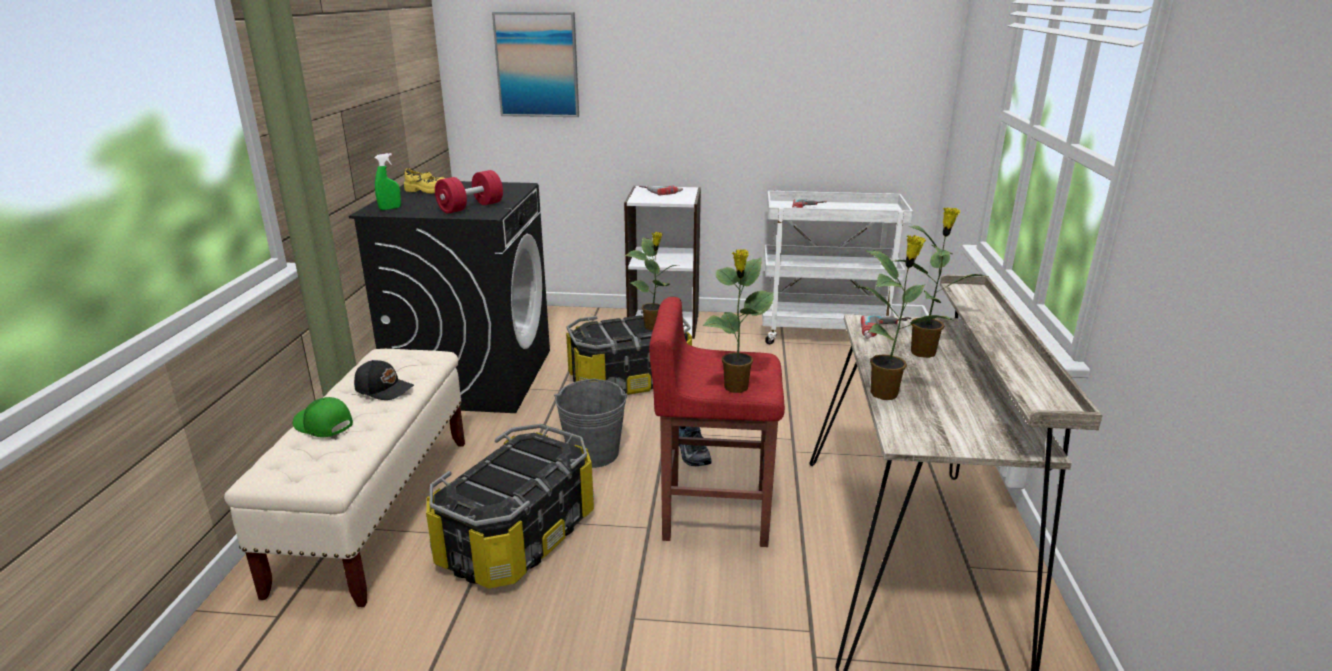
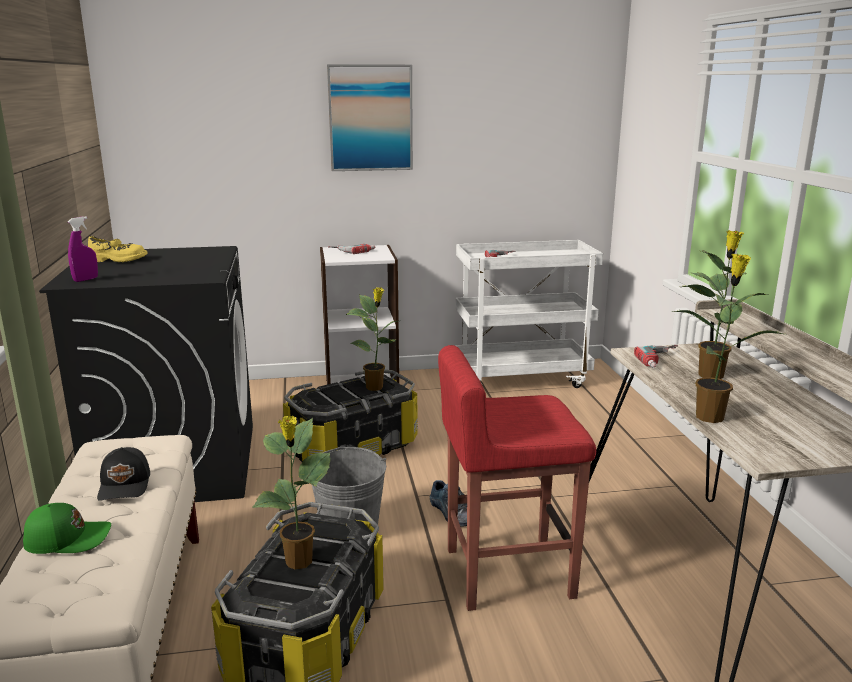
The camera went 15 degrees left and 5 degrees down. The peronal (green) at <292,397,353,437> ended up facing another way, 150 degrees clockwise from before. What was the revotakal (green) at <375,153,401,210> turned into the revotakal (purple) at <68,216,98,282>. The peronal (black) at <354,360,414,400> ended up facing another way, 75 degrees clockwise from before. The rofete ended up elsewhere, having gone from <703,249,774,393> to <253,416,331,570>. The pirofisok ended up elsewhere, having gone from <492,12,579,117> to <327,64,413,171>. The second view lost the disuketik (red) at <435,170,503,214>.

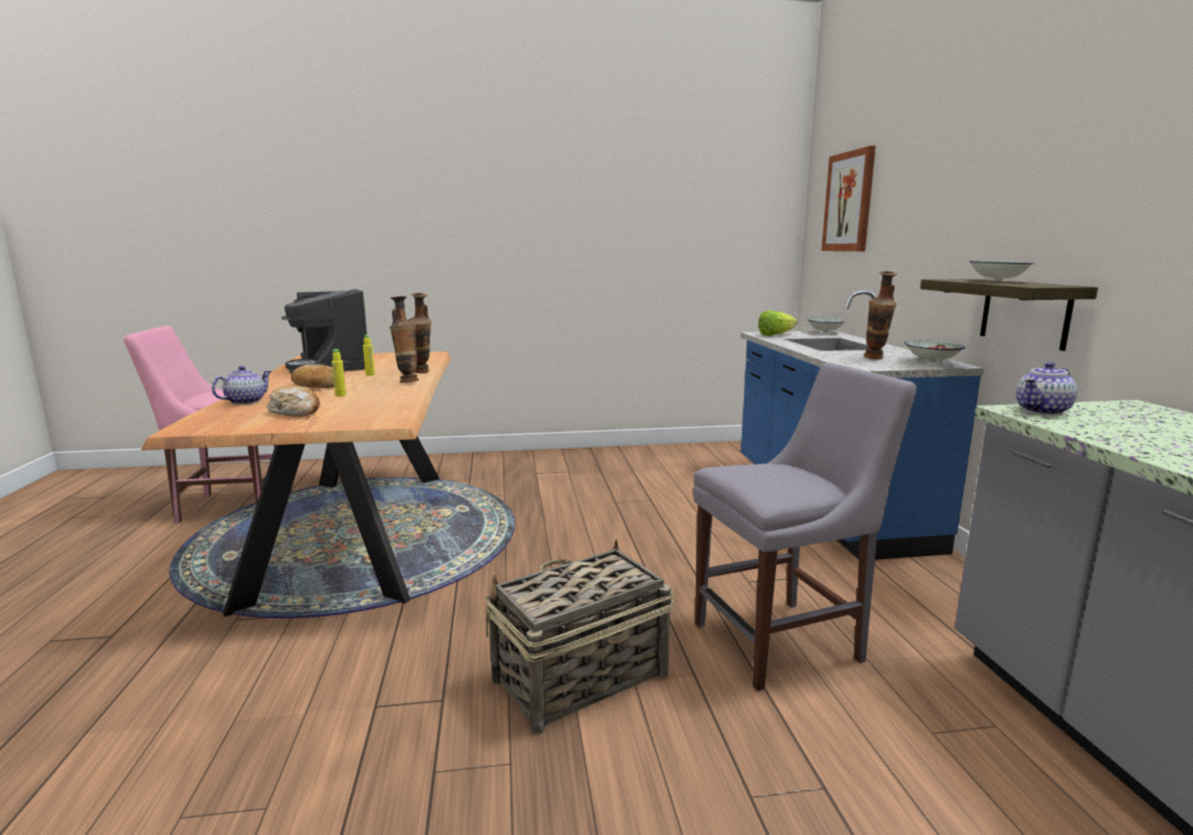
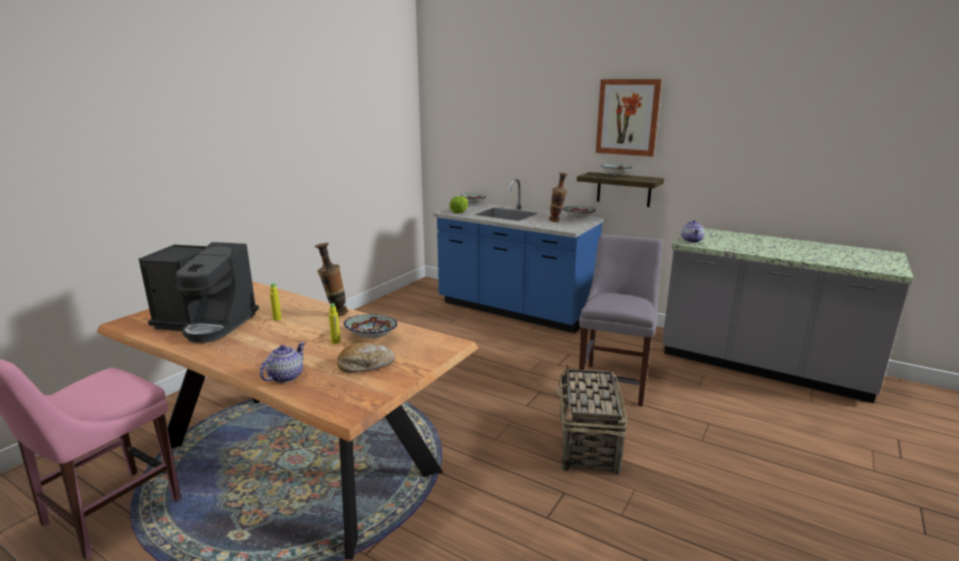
The camera went 50 degrees left and 5 degrees up. The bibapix at <212,366,272,405> ended up facing another way, 45 degrees clockwise from before. The second view gained the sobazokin at <344,314,397,338>. The pirofisok ended up elsewhere, having gone from <821,146,876,251> to <596,79,662,157>. The second view lost the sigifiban at <291,364,334,388>. The second view lost the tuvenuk at <407,293,432,373>.

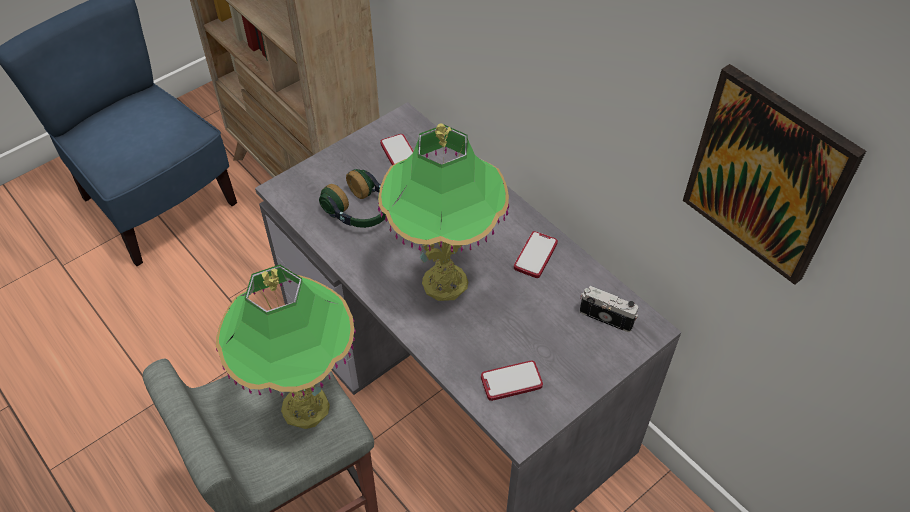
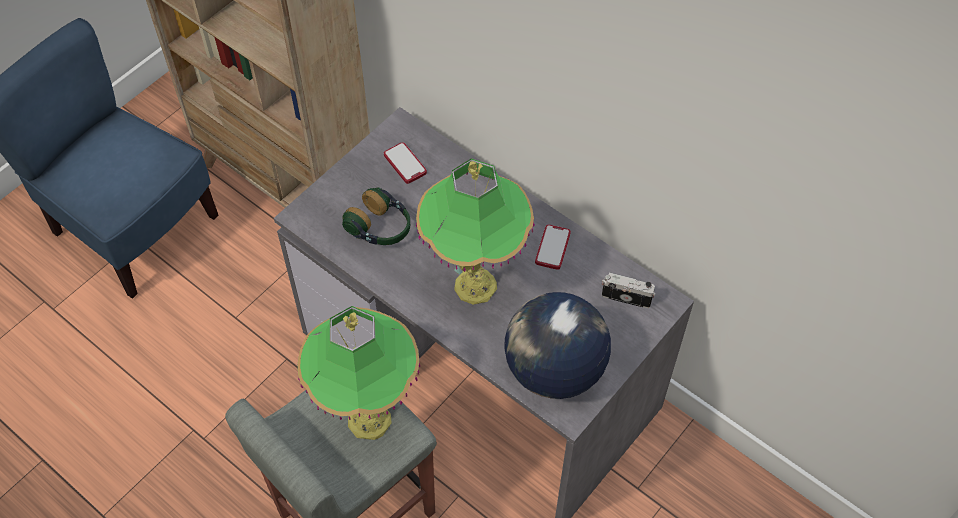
The camera went 10 degrees left and 5 degrees up. Where the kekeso stood at <481,361,543,401>, the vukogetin came to stand at <504,292,611,399>. The second view lost the pirofisok at <683,64,866,285>.

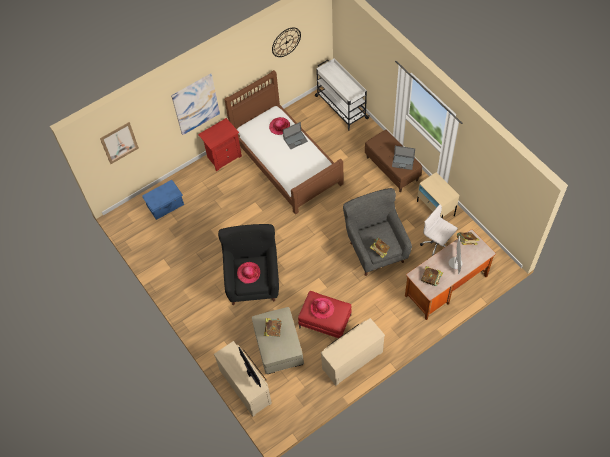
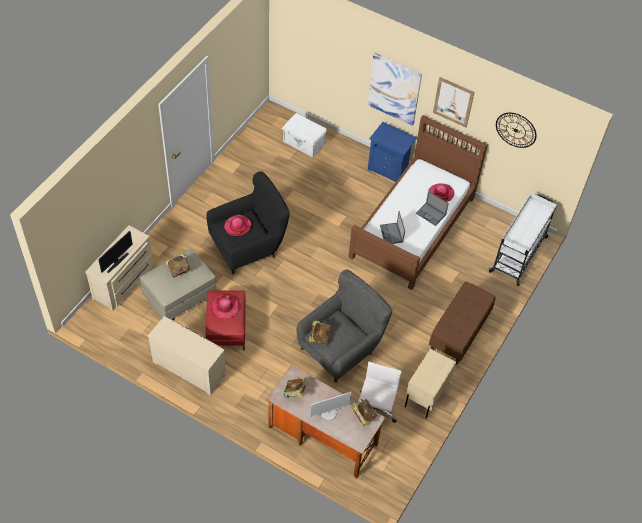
The camera went 60 degrees right and 5 degrees down. What was the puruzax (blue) at <142,180,184,220> turned into the puruzax (white) at <281,113,327,158>. What was the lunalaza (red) at <198,118,242,171> turned into the lunalaza (blue) at <368,122,417,182>. The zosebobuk ended up elsewhere, having gone from <392,146,415,170> to <380,211,405,244>. The pirofisok ended up elsewhere, having gone from <100,122,139,164> to <433,77,475,127>.

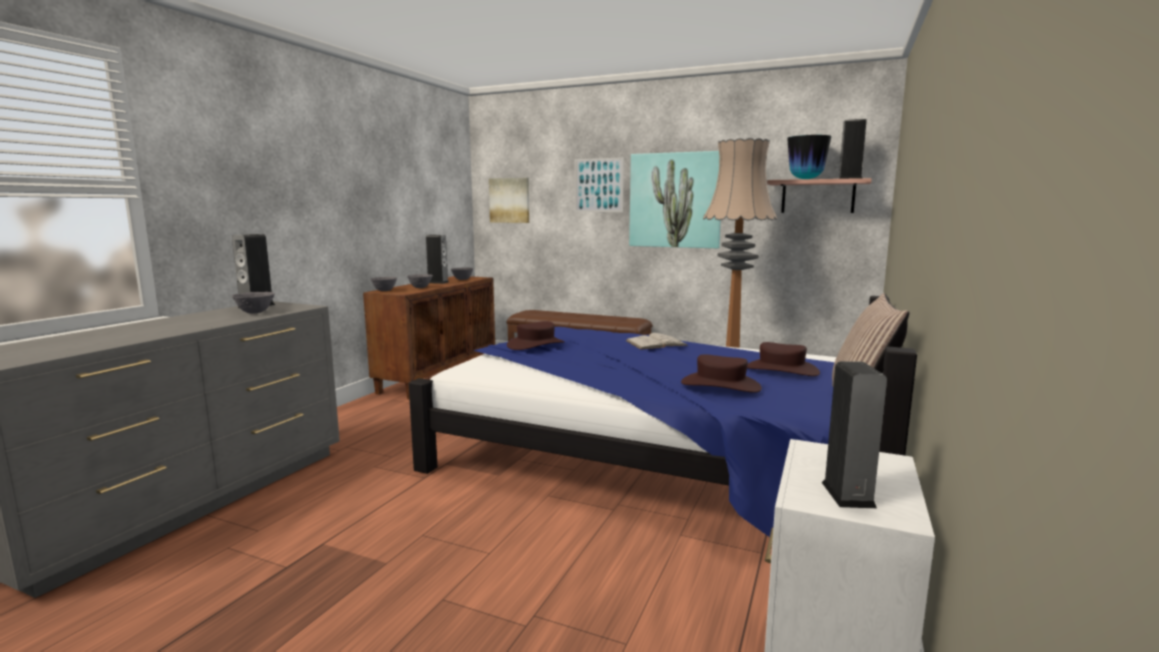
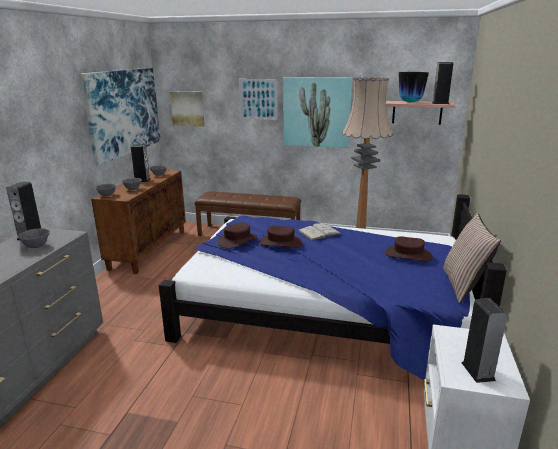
The camera went 10 degrees left and 10 degrees up. The second view gained the pirofisok at <80,68,161,165>. The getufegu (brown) ended up elsewhere, having gone from <681,354,762,393> to <259,226,303,248>.

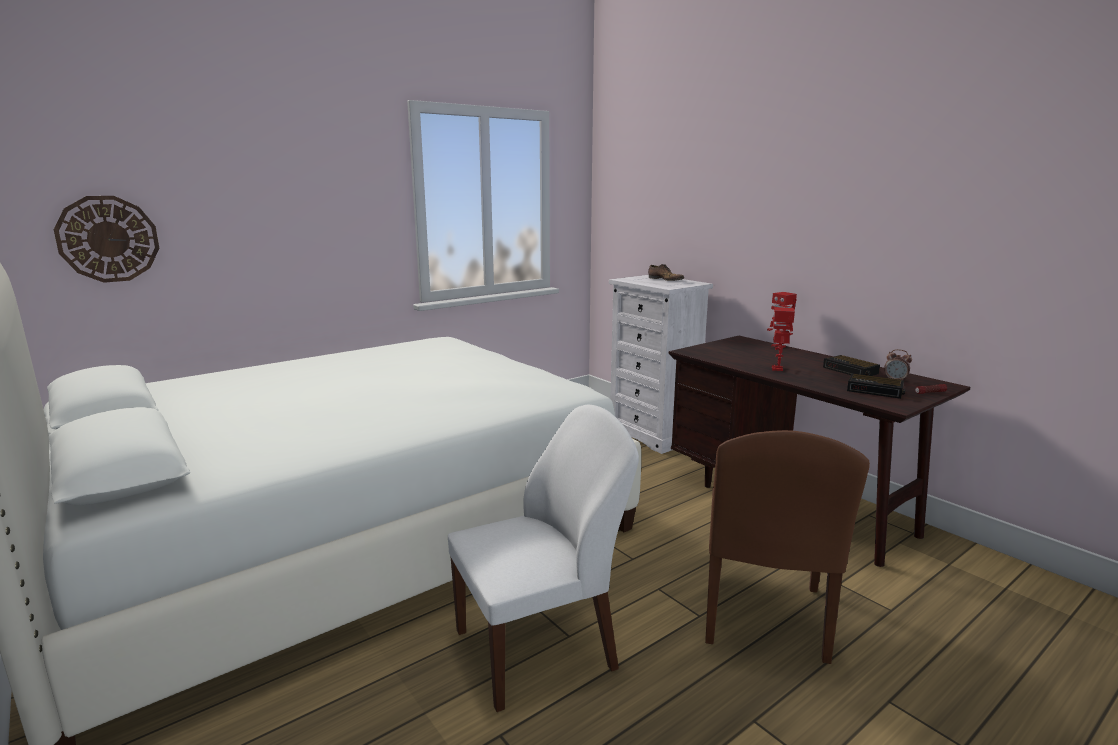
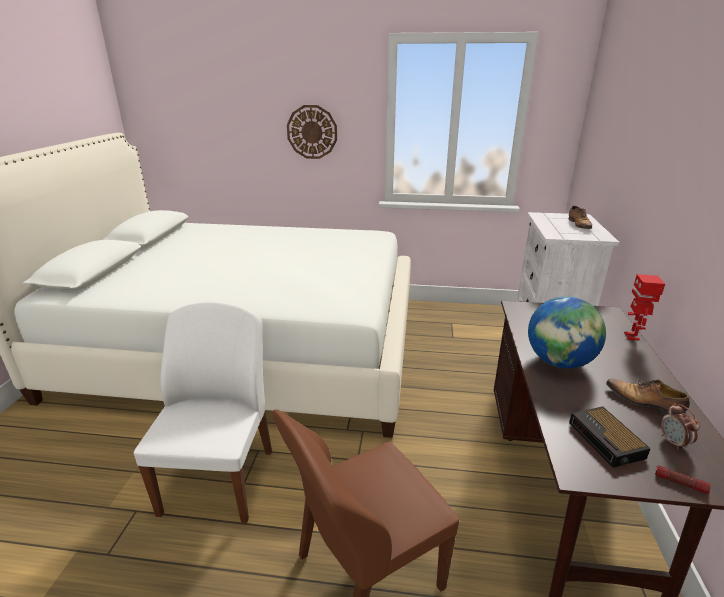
The camera went 45 degrees right and 10 degrees up. The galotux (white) at <448,405,639,712> ended up facing another way, 105 degrees counterclockwise from before. The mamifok ended up elsewhere, having gone from <54,196,159,283> to <287,105,337,159>. Where the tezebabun stood at <772,307,795,371>, the vukogetin came to stand at <528,296,606,368>. Where the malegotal stood at <823,355,880,376>, the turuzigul came to stand at <606,379,690,415>.

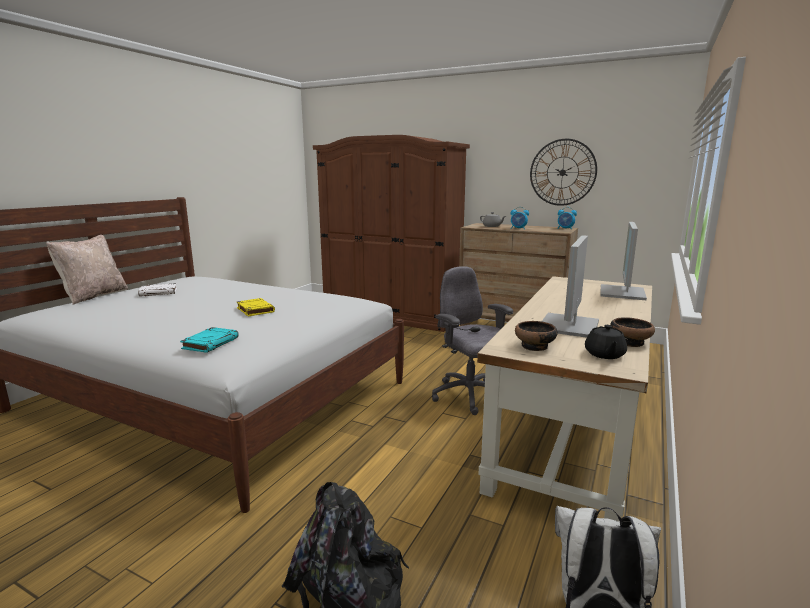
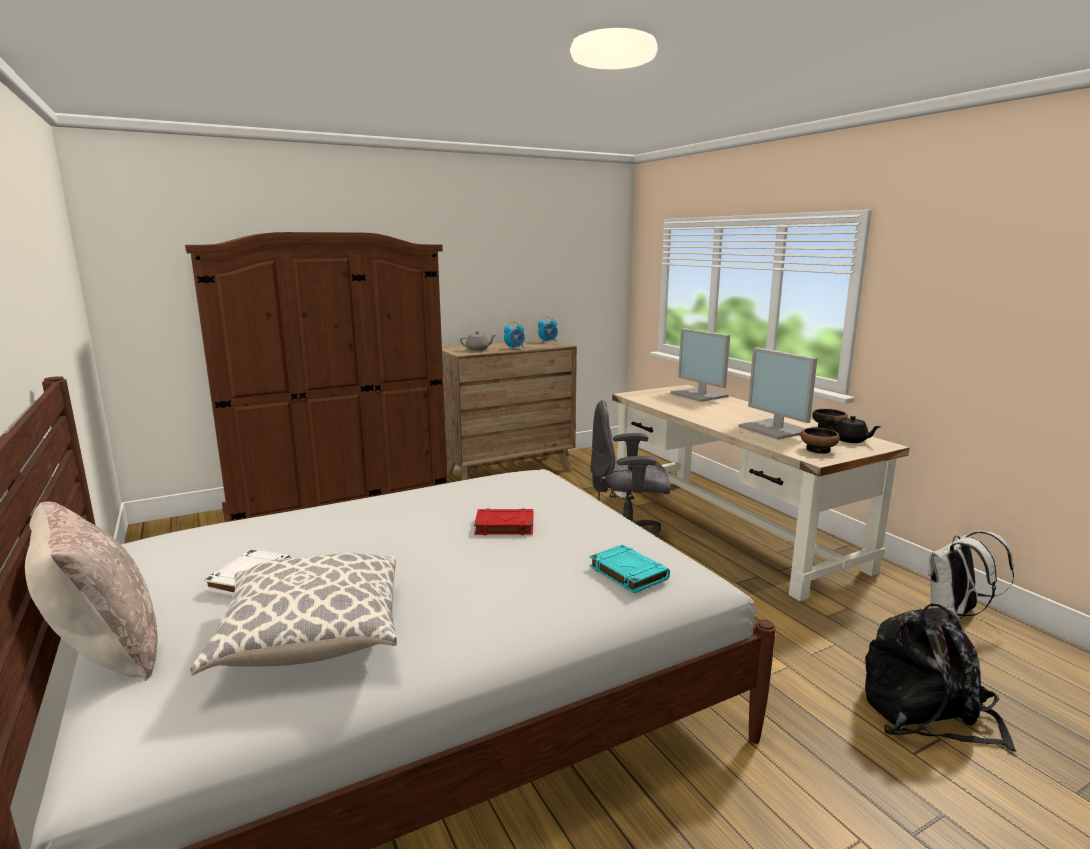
The camera went 55 degrees left and 0 degrees up. The second view gained the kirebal at <190,553,397,676>. What was the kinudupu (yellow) at <237,298,275,317> turned into the kinudupu (red) at <474,509,533,535>. The second view lost the mamifok at <530,139,597,206>.

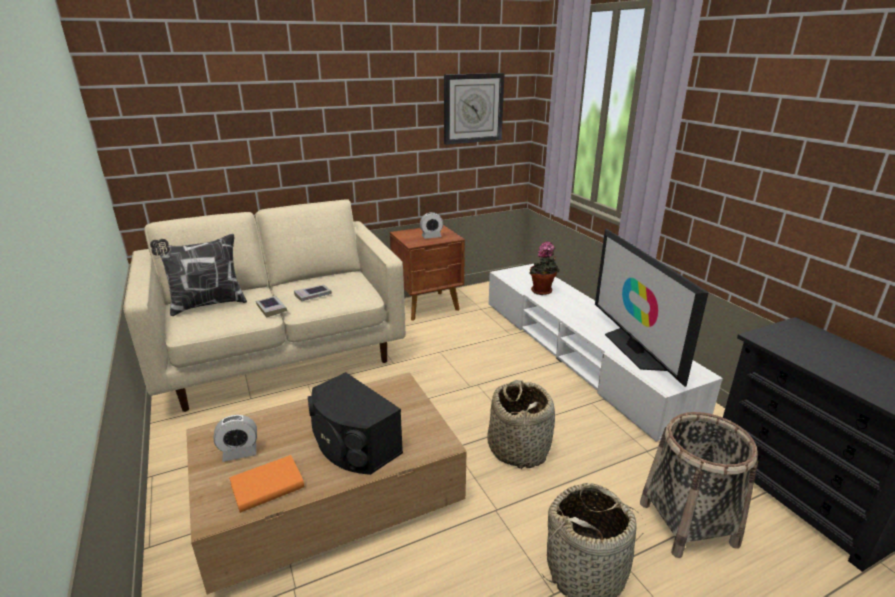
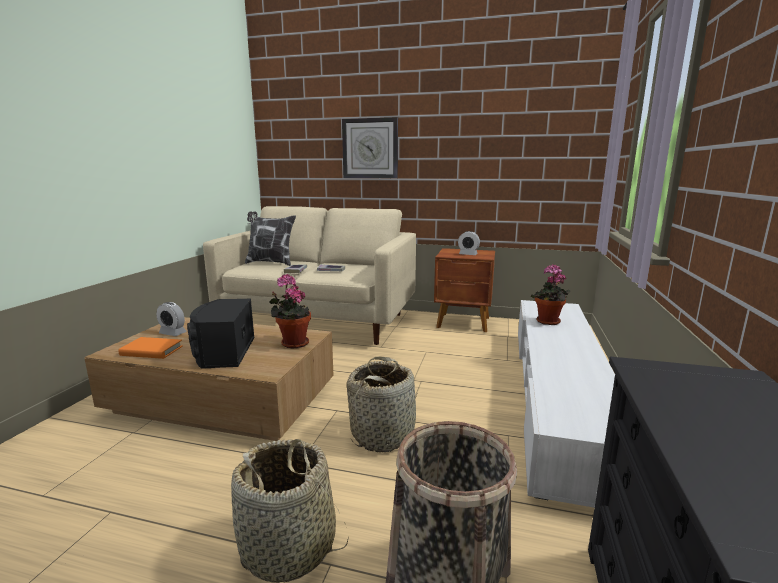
The camera went 40 degrees right and 10 degrees down. The second view gained the rofete at <269,274,311,348>. The mamifok ended up elsewhere, having gone from <444,73,505,145> to <342,117,398,178>. The second view lost the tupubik at <595,229,709,387>.

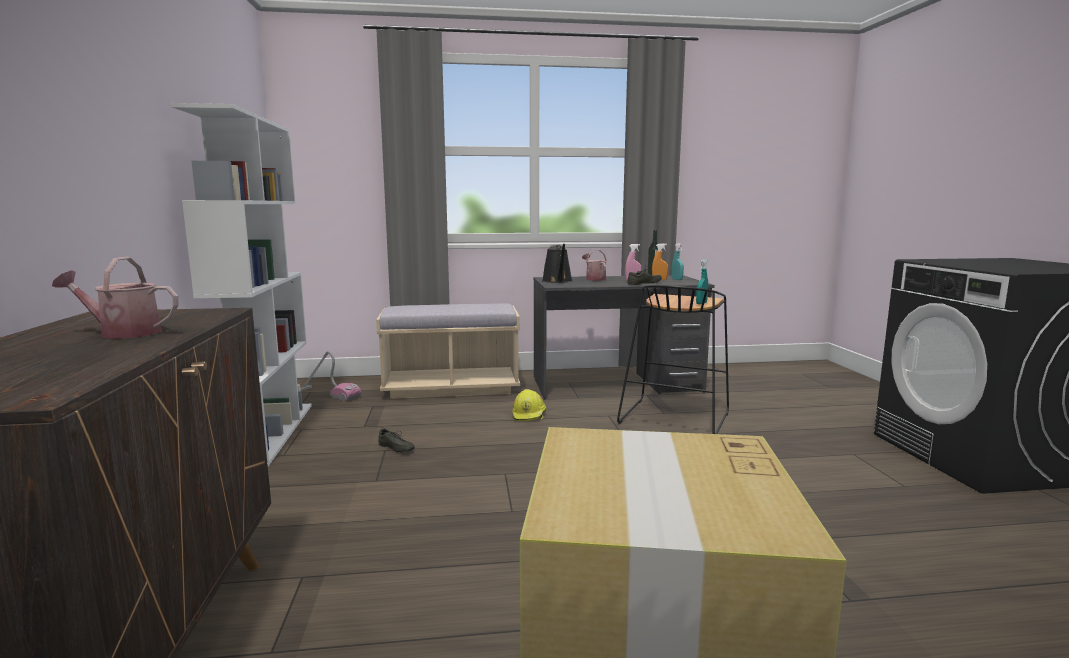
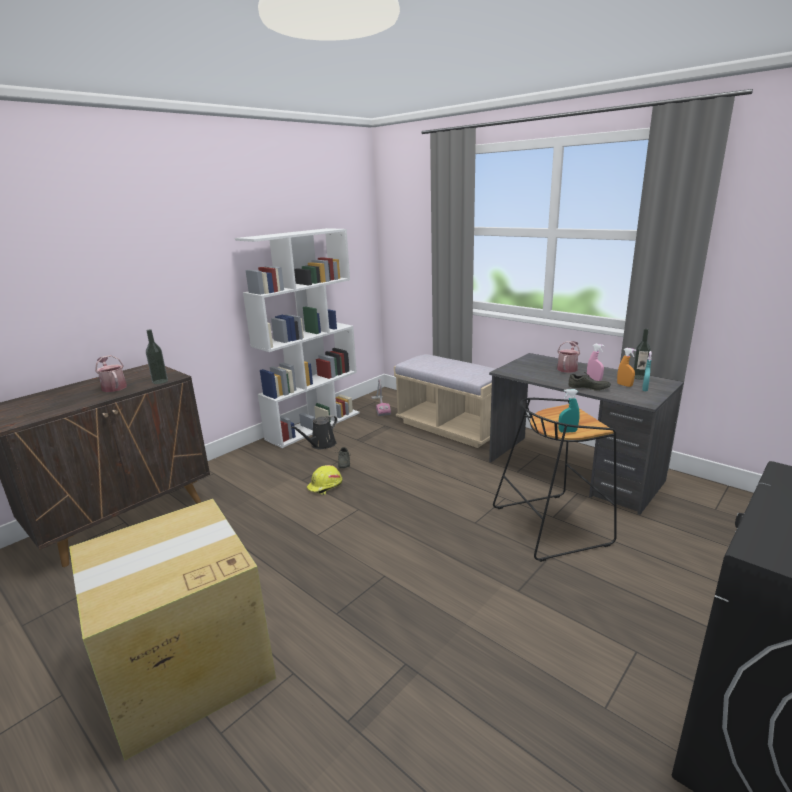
The camera went 50 degrees right and 10 degrees up. The second view gained the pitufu at <146,329,168,384>. The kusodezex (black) ended up elsewhere, having gone from <542,244,572,283> to <291,415,337,450>. The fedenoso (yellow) ended up elsewhere, having gone from <512,389,546,421> to <307,465,342,495>.

